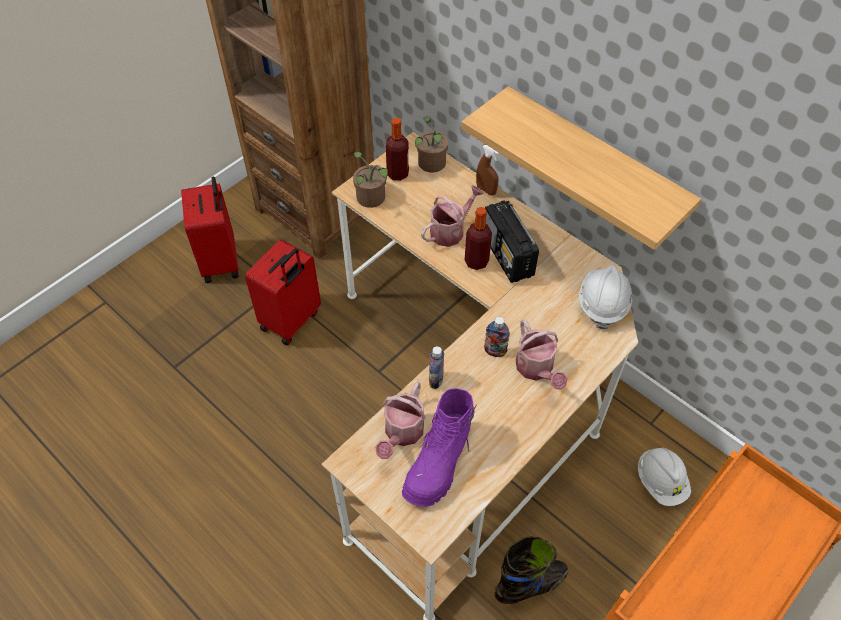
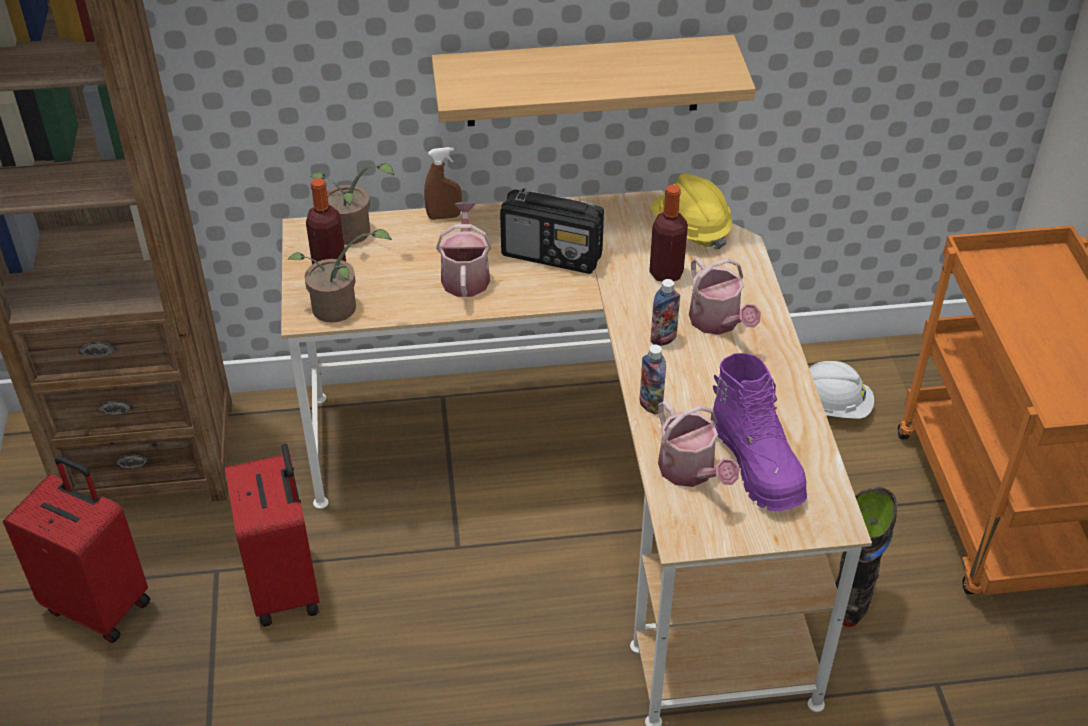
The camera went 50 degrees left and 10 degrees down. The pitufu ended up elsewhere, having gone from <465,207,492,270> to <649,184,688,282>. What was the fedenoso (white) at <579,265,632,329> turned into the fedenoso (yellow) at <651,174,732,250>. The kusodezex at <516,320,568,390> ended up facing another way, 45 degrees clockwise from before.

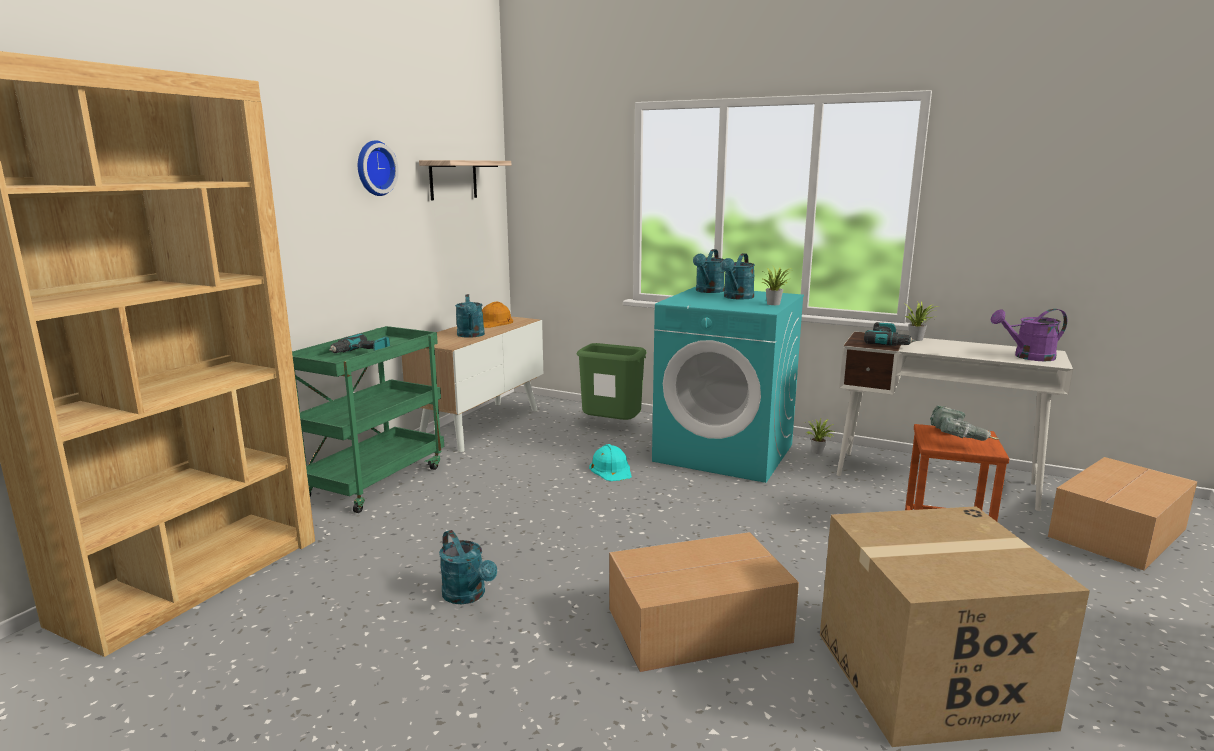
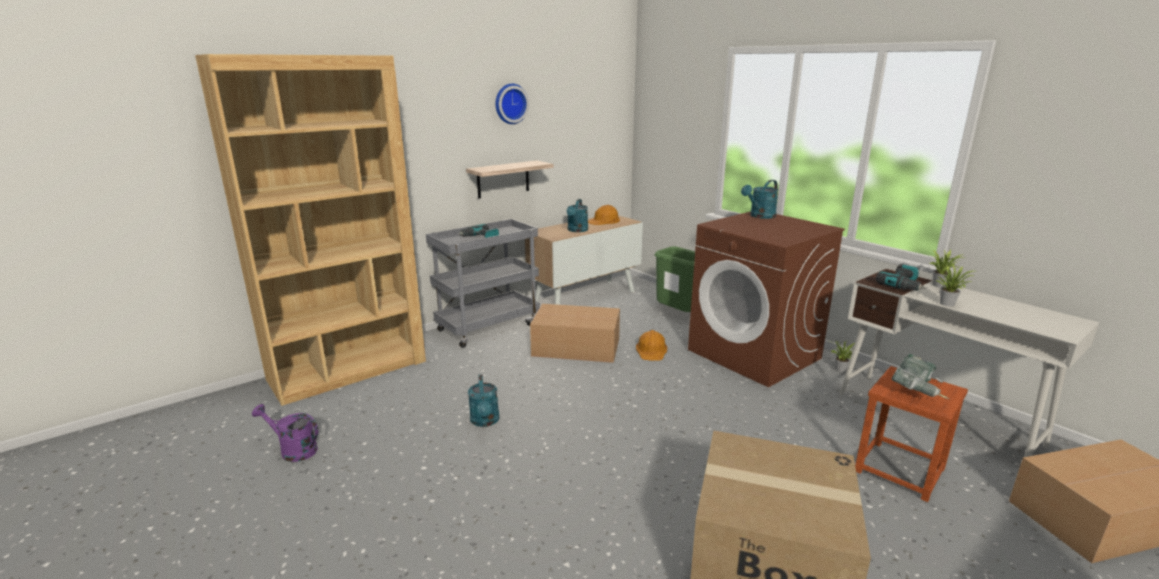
The camera went 25 degrees right and 5 degrees up. The kusodezex (purple) ended up elsewhere, having gone from <990,309,1067,361> to <252,404,318,462>. What was the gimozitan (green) at <292,326,444,513> turned into the gimozitan (grey) at <426,219,540,348>. The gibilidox ended up elsewhere, having gone from <419,160,511,200> to <466,160,554,198>. The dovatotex ended up elsewhere, having gone from <609,532,799,672> to <530,304,620,363>. What was the fedenoso (turquoise) at <589,444,632,481> turned into the fedenoso (orange) at <636,330,667,361>. What was the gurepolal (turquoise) at <652,287,804,483> turned into the gurepolal (brown) at <688,211,845,387>. The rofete ended up elsewhere, having gone from <761,265,792,305> to <936,265,975,306>. The second view lost the kusodezex (turquoise) at <721,253,755,299>.

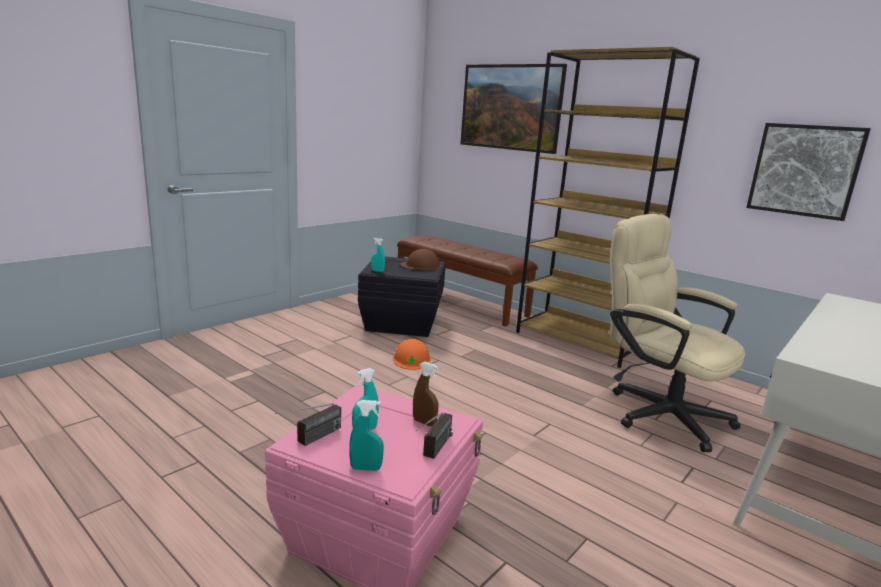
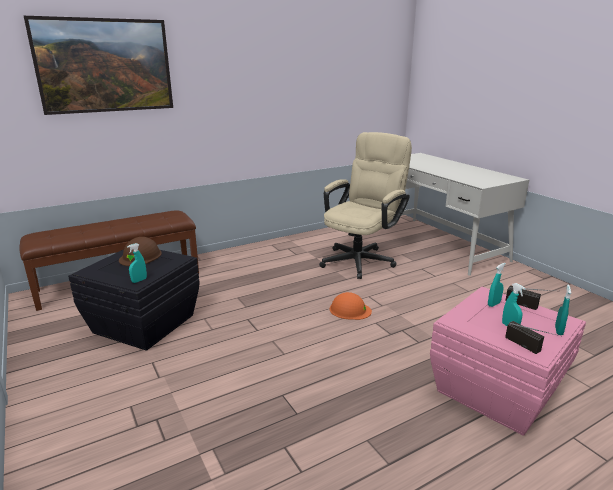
The camera went 70 degrees left and 5 degrees up. The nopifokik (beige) at <609,214,746,452> ended up facing another way, 150 degrees clockwise from before. The fedenoso (orange) ended up elsewhere, having gone from <393,339,431,370> to <330,292,372,320>. What was the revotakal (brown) at <413,362,438,426> turned into the revotakal (turquoise) at <488,263,506,307>. The second view lost the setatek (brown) at <516,47,700,368>. The second view lost the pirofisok at <746,123,871,221>.

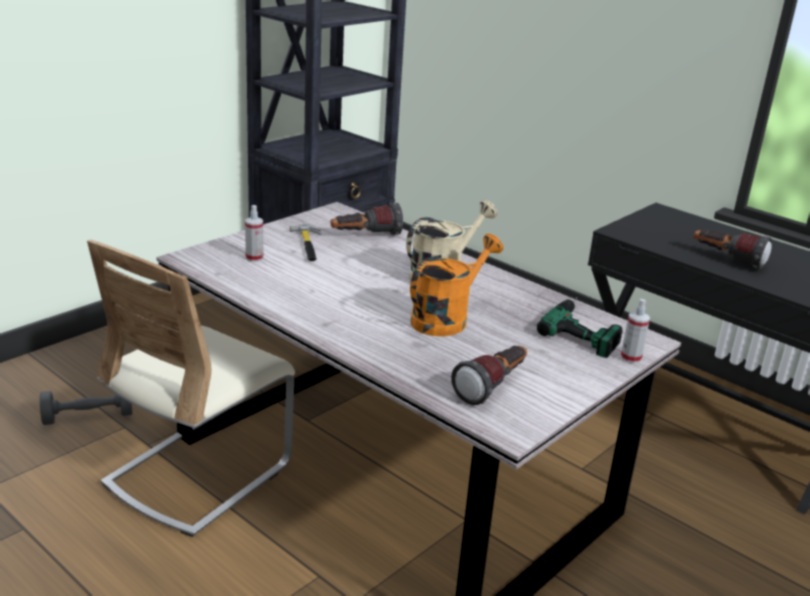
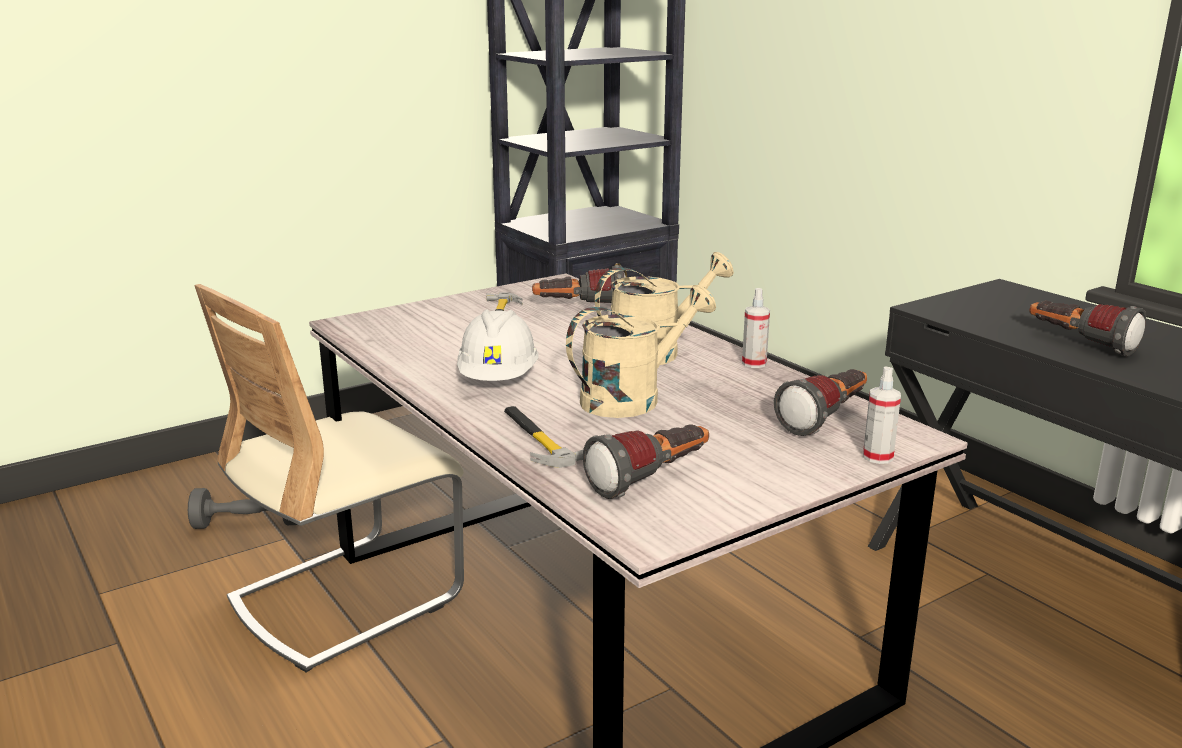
The camera went 15 degrees right and 5 degrees down. The second view gained the fedenoso (white) at <457,309,538,381>. The second view gained the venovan at <504,406,583,468>. What was the kusodezex (orange) at <410,234,503,336> turned into the kusodezex (beige) at <566,285,716,418>. The revotakal ended up elsewhere, having gone from <245,205,263,262> to <742,288,770,368>. Where the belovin stood at <537,297,622,358>, the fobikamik came to stand at <774,369,867,436>.

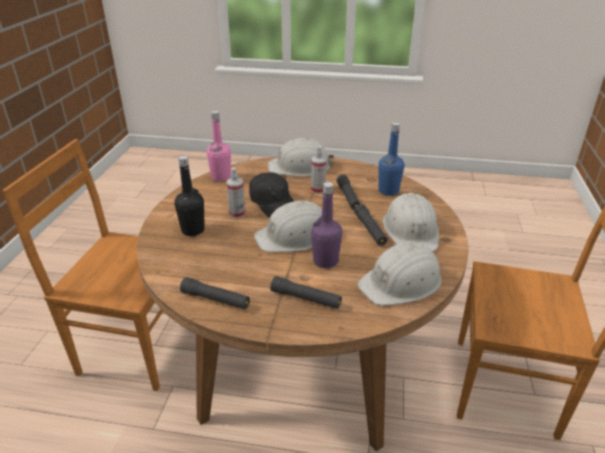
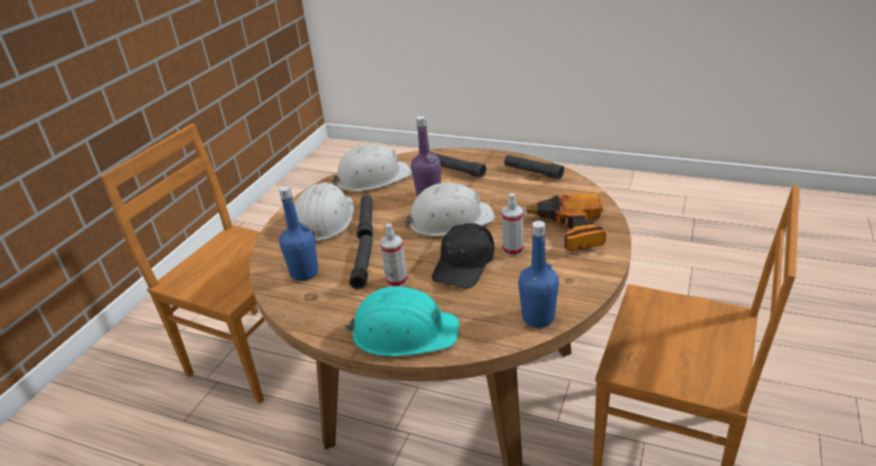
The camera went 165 degrees left and 0 degrees up. What was the fedenoso (white) at <268,138,334,176> turned into the fedenoso (turquoise) at <344,287,459,357>. The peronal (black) at <249,172,294,217> ended up facing another way, 135 degrees counterclockwise from before. What was the pitufu (pink) at <206,111,231,182> turned into the pitufu (blue) at <518,221,559,327>. Where the pitufu (black) stood at <174,156,205,236>, the belovin came to stand at <523,194,606,251>.

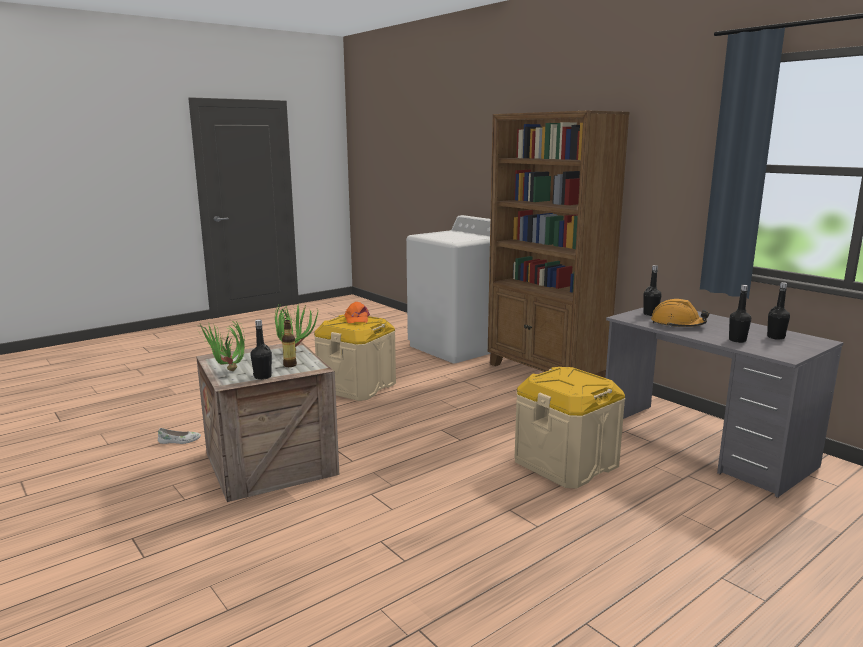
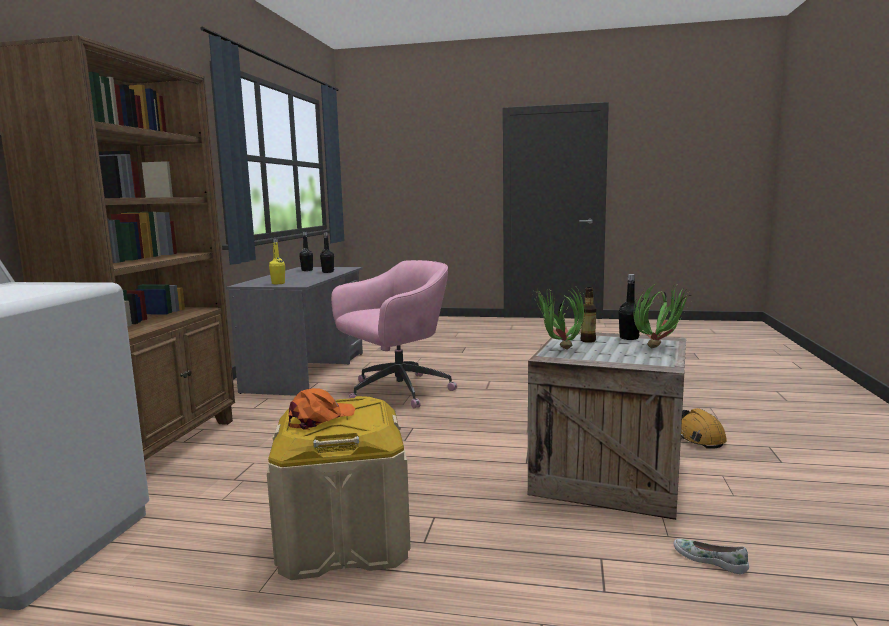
The camera went 130 degrees left and 5 degrees down. What was the pitufu (black) at <643,265,662,316> turned into the pitufu (yellow) at <269,238,285,284>. Where the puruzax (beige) stood at <514,367,625,489>, the nopifokik (pink) came to stand at <331,260,457,409>. The fedenoso (orange) ended up elsewhere, having gone from <651,299,710,328> to <681,408,727,449>.

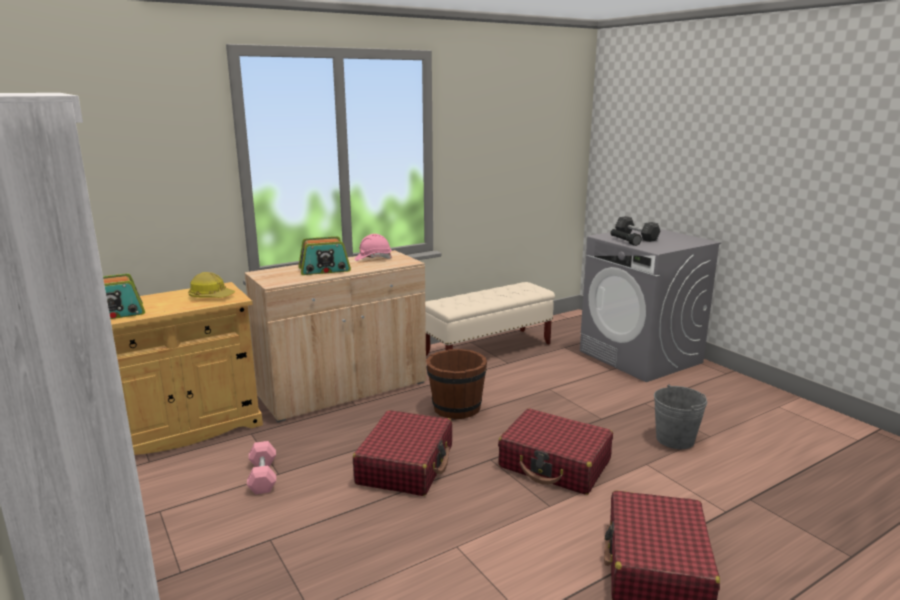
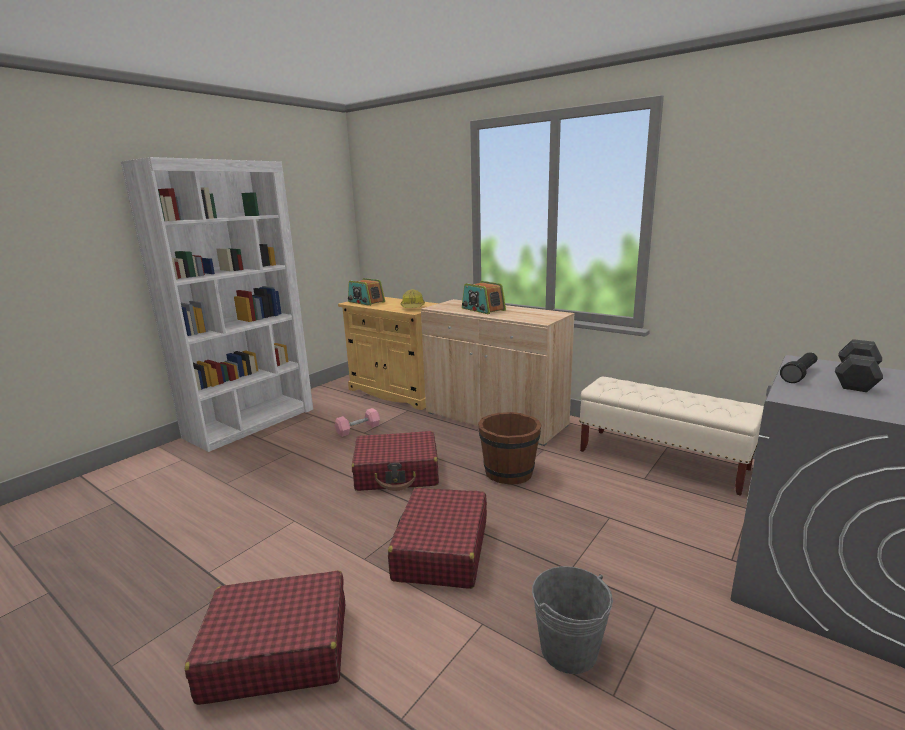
The camera went 70 degrees right and 0 degrees up. The second view lost the fedenoso (pink) at <355,234,392,261>.

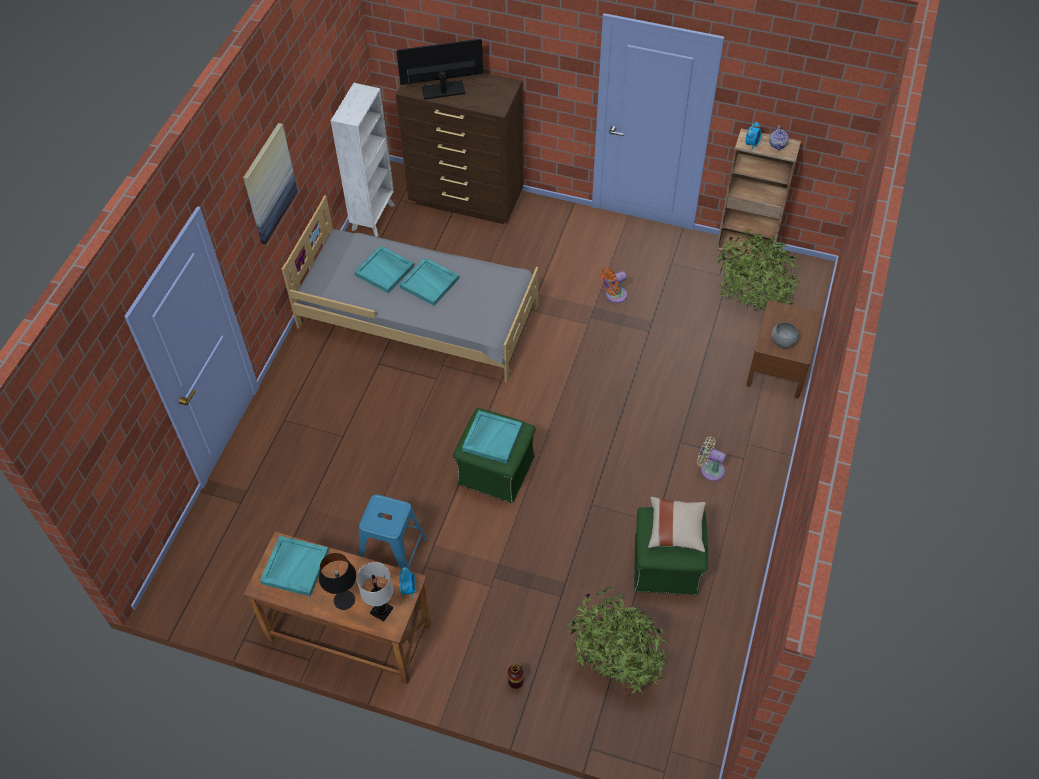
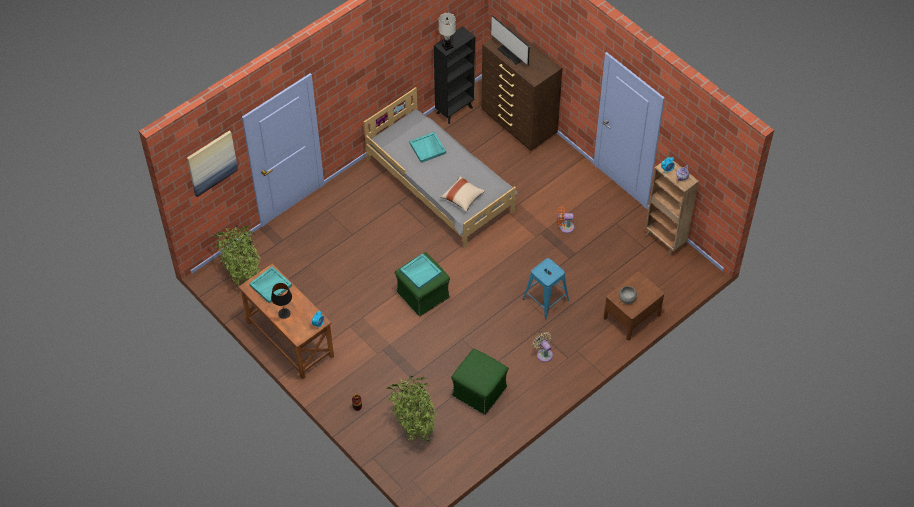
The camera went 30 degrees right and 0 degrees up. The pirofisok ended up elsewhere, having gone from <243,123,298,244> to <187,131,238,197>. The rofete ended up elsewhere, having gone from <715,229,801,313> to <212,225,261,285>. What was the setatek (white) at <331,83,395,237> turned into the setatek (black) at <434,26,475,124>. The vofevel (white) ended up elsewhere, having gone from <357,562,393,621> to <439,13,456,51>. The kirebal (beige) ended up elsewhere, having gone from <648,497,706,552> to <440,176,485,212>. The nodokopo at <396,38,483,100> ended up facing another way, 150 degrees counterclockwise from before. The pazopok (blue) ended up elsewhere, having gone from <359,495,427,569> to <523,258,569,319>. The second view lost the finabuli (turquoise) at <400,258,459,306>.

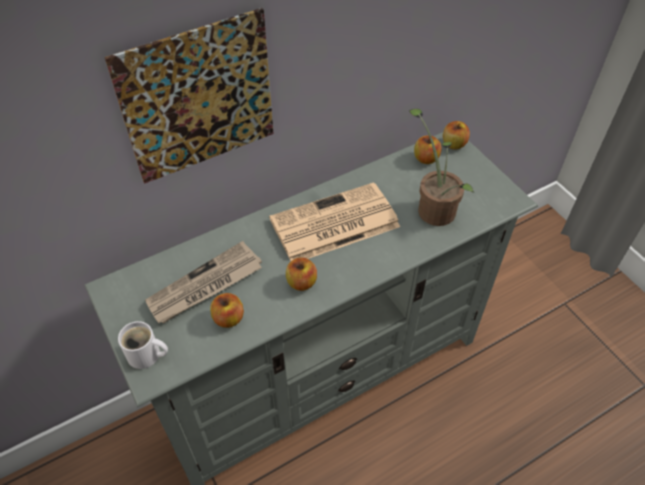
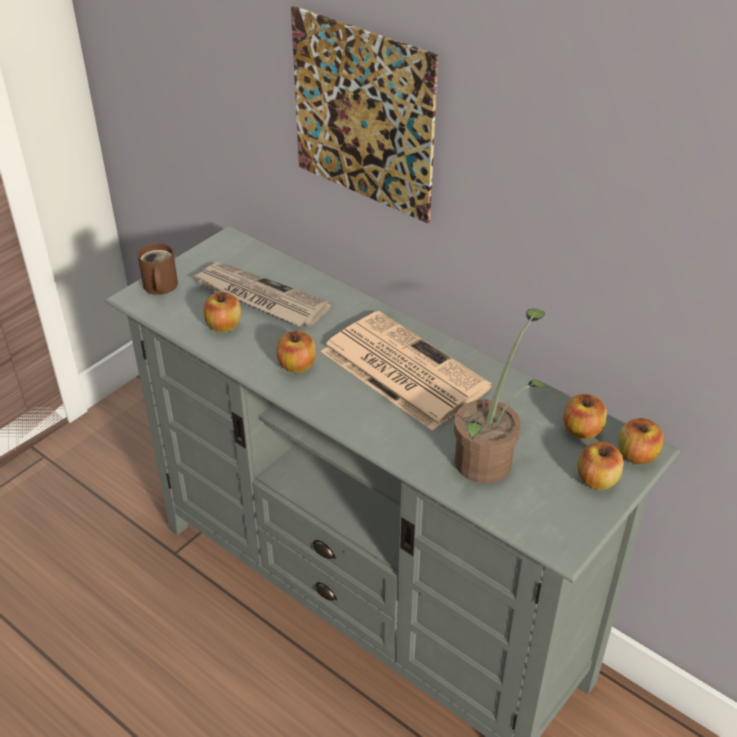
The camera went 70 degrees right and 10 degrees down. What was the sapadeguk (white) at <118,321,168,369> turned into the sapadeguk (brown) at <138,243,178,295>. The second view gained the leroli at <578,442,624,490>.

